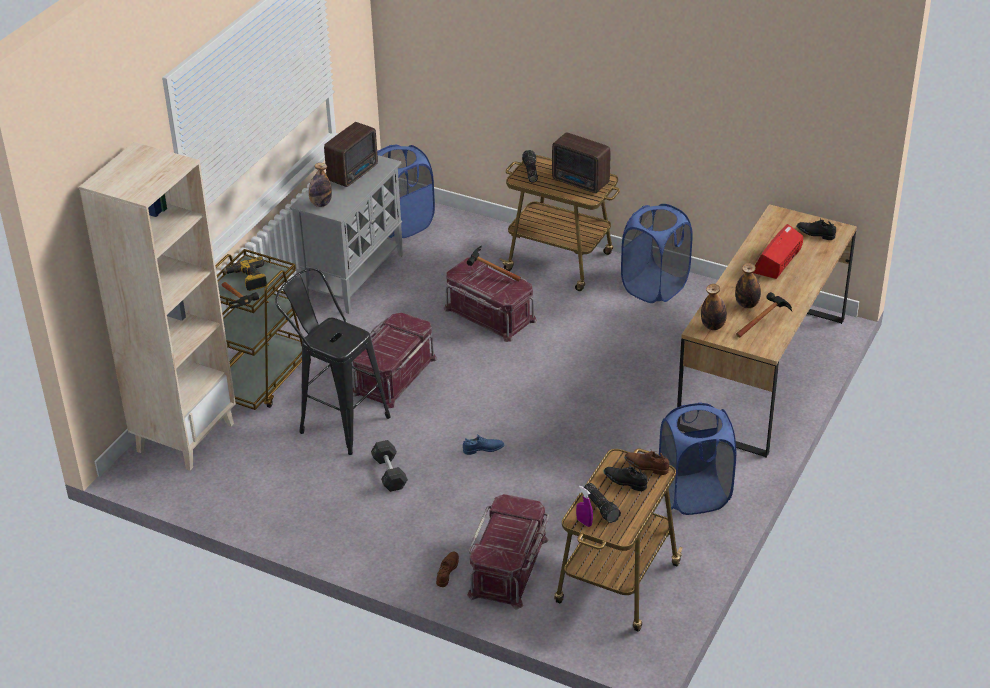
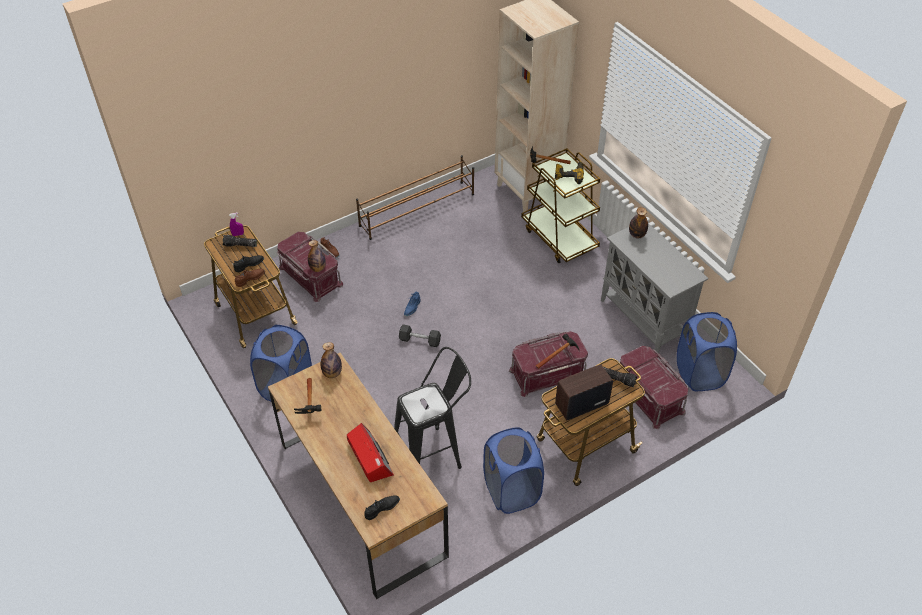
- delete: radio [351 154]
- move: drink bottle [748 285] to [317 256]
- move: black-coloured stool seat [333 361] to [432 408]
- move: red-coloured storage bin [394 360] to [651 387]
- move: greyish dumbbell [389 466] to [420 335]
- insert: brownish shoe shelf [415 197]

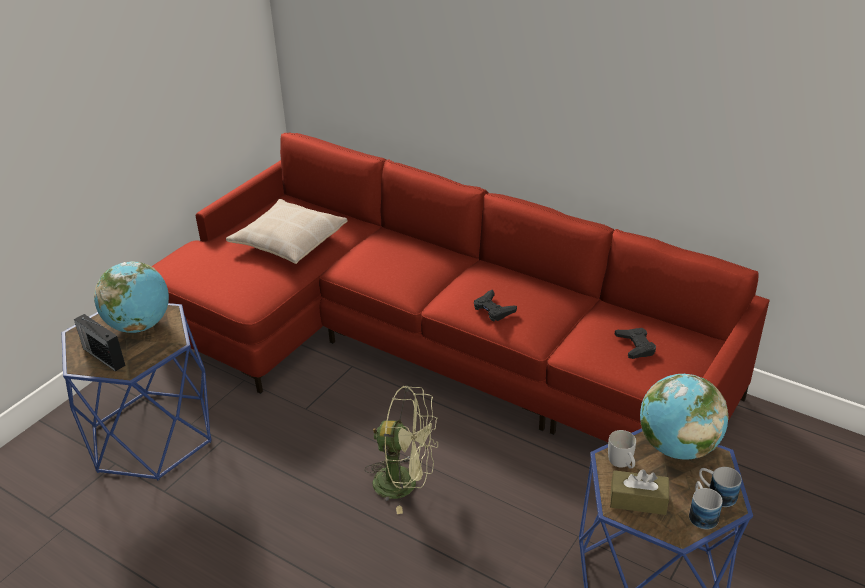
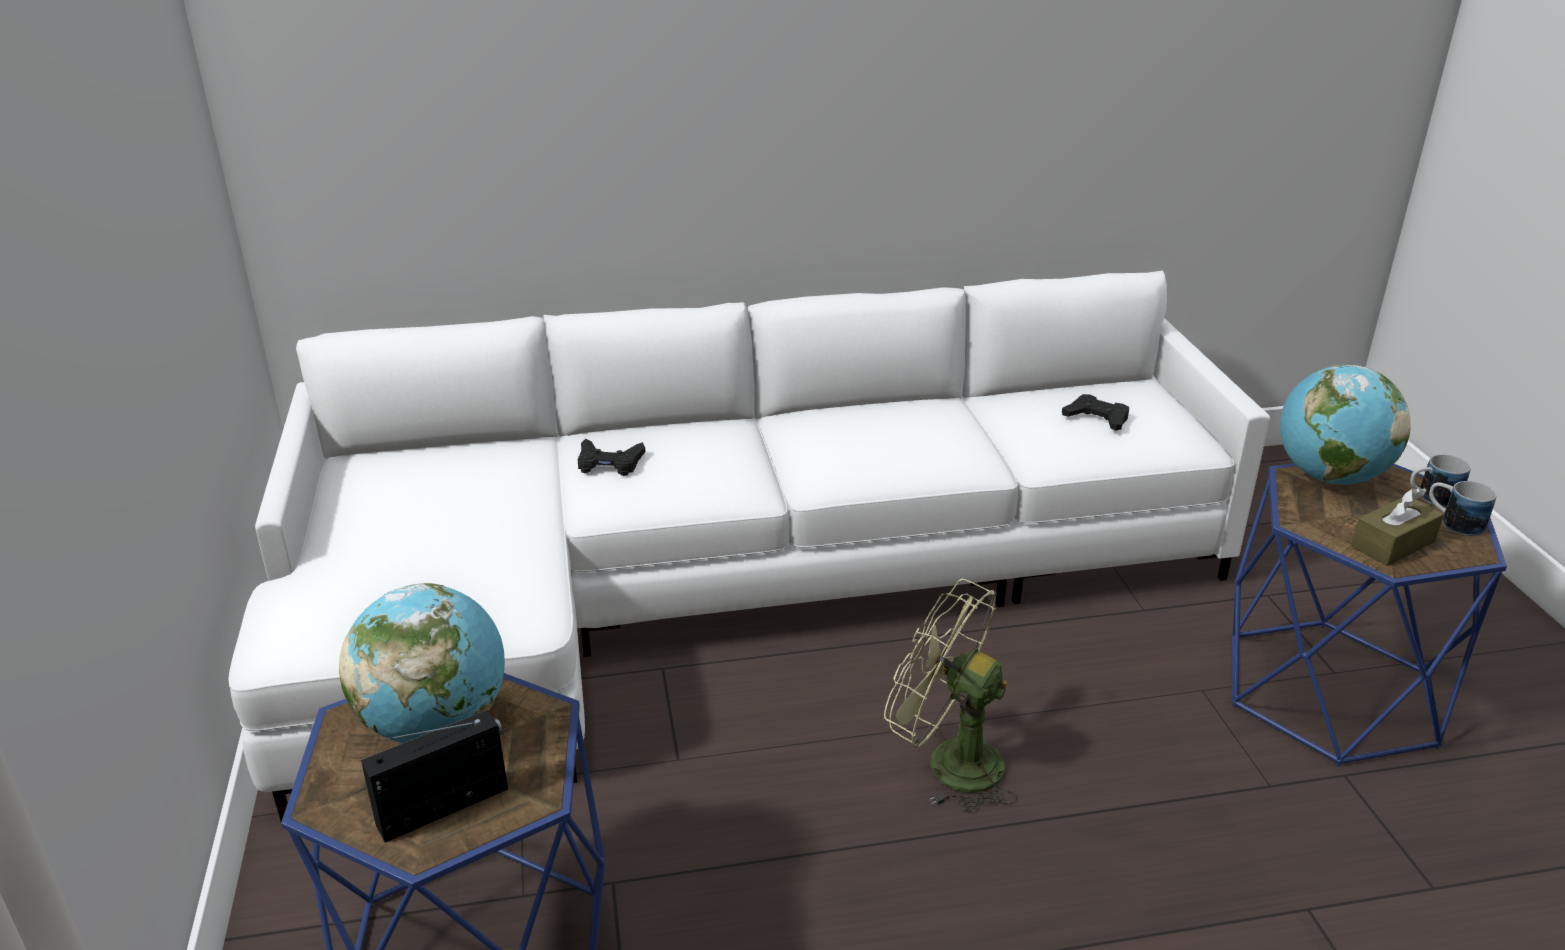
- recolor: red-coloured sofa [460 287] to white sofa [749 546]
- delete: beige cushion [287 231]
- move: black-coloured joypad [495 305] to [611 457]
- rotate: radio [100 343] = [434 776] 150 degrees clockwise
- rotate: greenish fan [401 450] = [950 696] 120 degrees counterclockwise
- delete: white coffee mug [622 449]

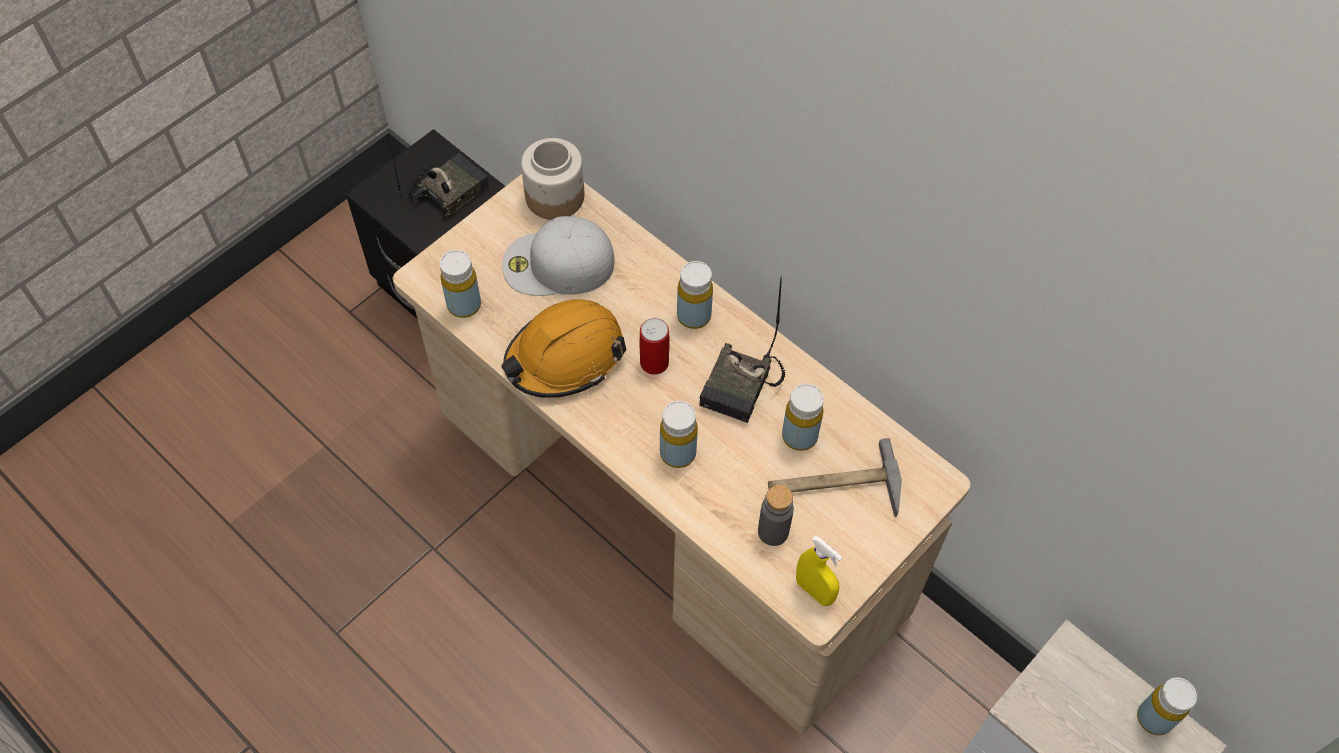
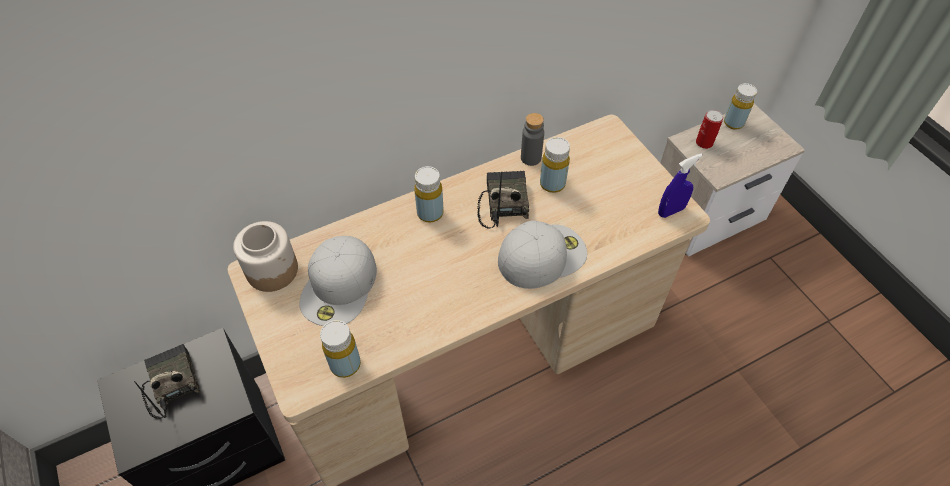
- rotate: radio [742 349] = [503 200] 135 degrees counterclockwise
- delete: orangey work helmet [563 348]
- move: sealed can [654 346] to [709 129]
- replace: yellow drink bottle [679 434] to white baseball cap [542 255]
- delete: hammer [835 477]
- move: greyish drink bottle [776 515] to [532 139]
- recolor: yellow sprayer [819 570] to blue sprayer [680 185]

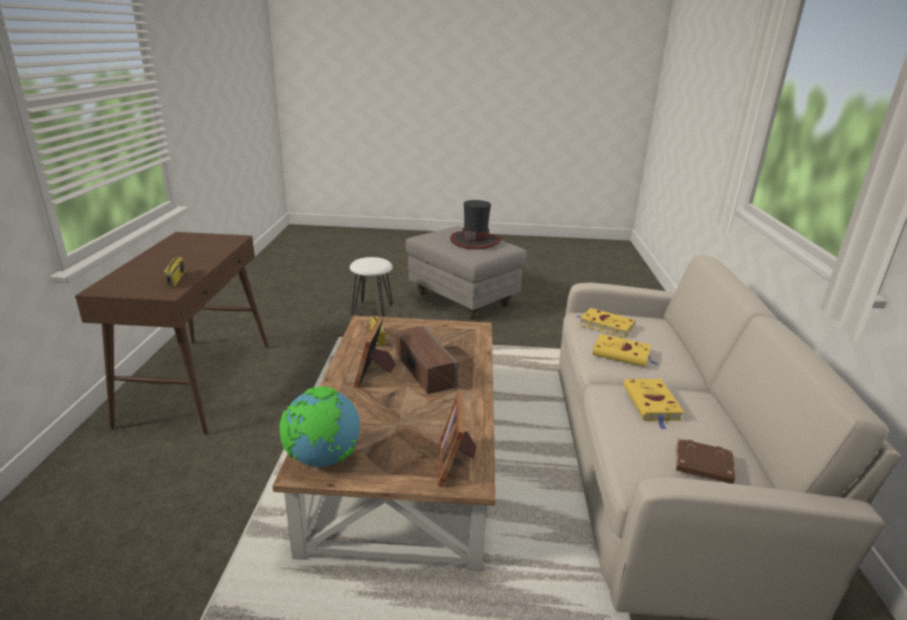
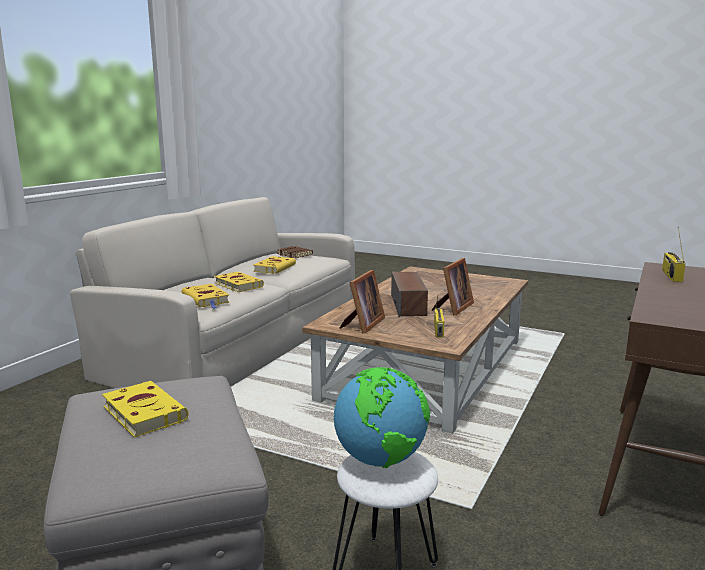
- replace: clothing hat [475 224] to yellow book [145 409]
- move: globe [319 427] to [382 417]
- move: standing frame [457 439] to [362 301]

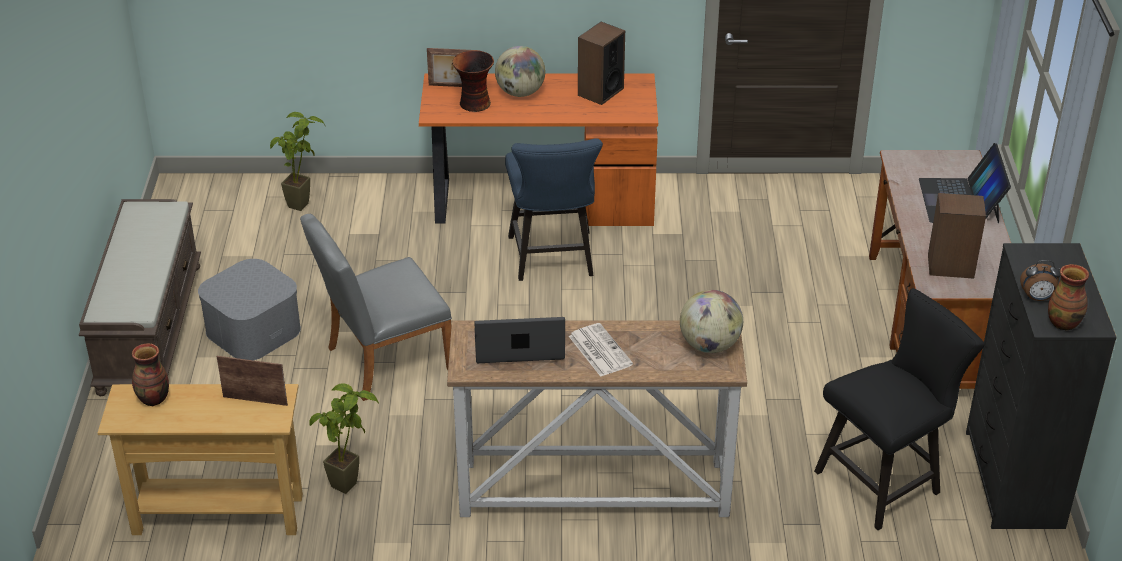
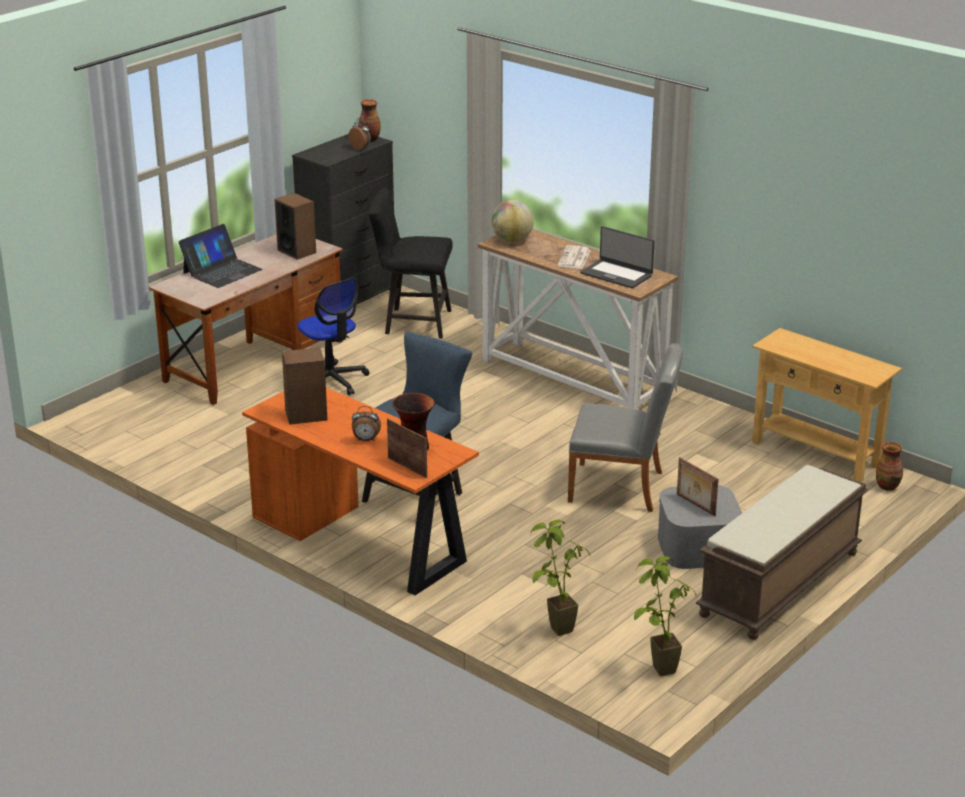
- replace: globe [520 71] to table clock [366 423]
- move: decorative vase [150 374] to [889 466]
- move: standing frame [252 381] to [698 486]
- move: plant in a pot [344 438] to [665 616]
- insert: desk chair [333 336]

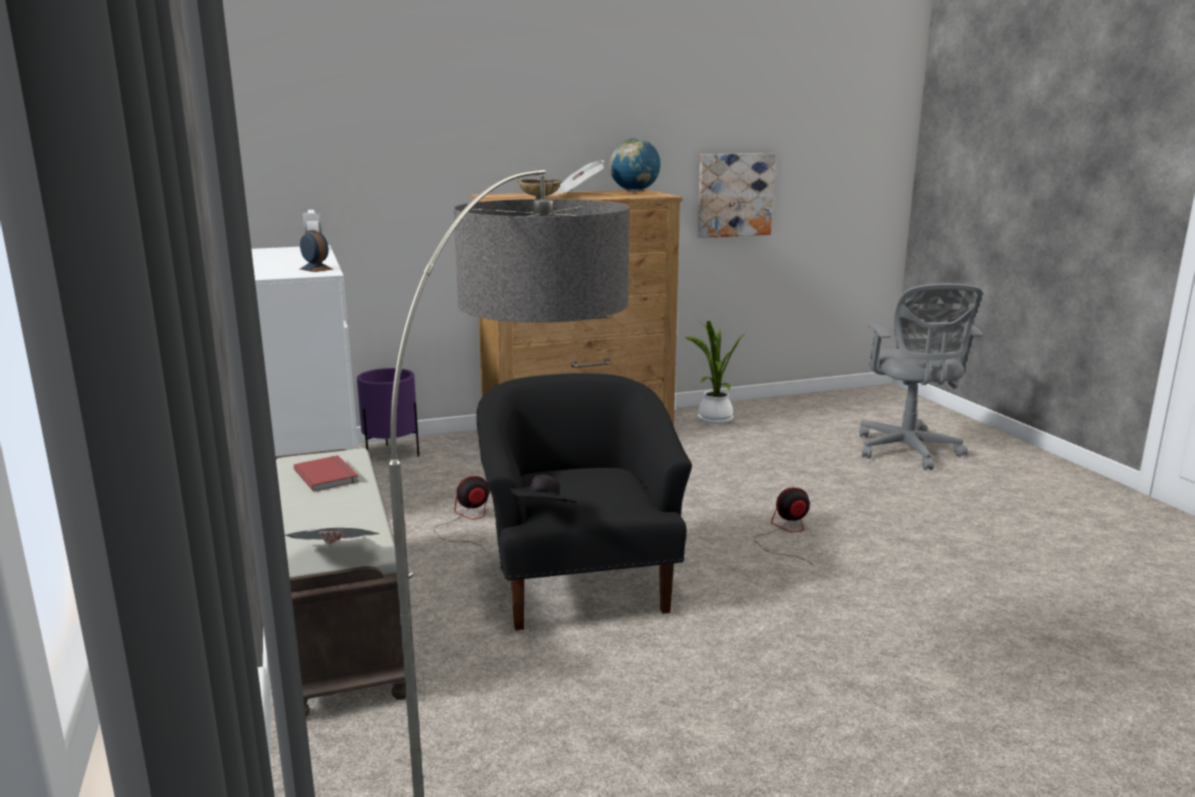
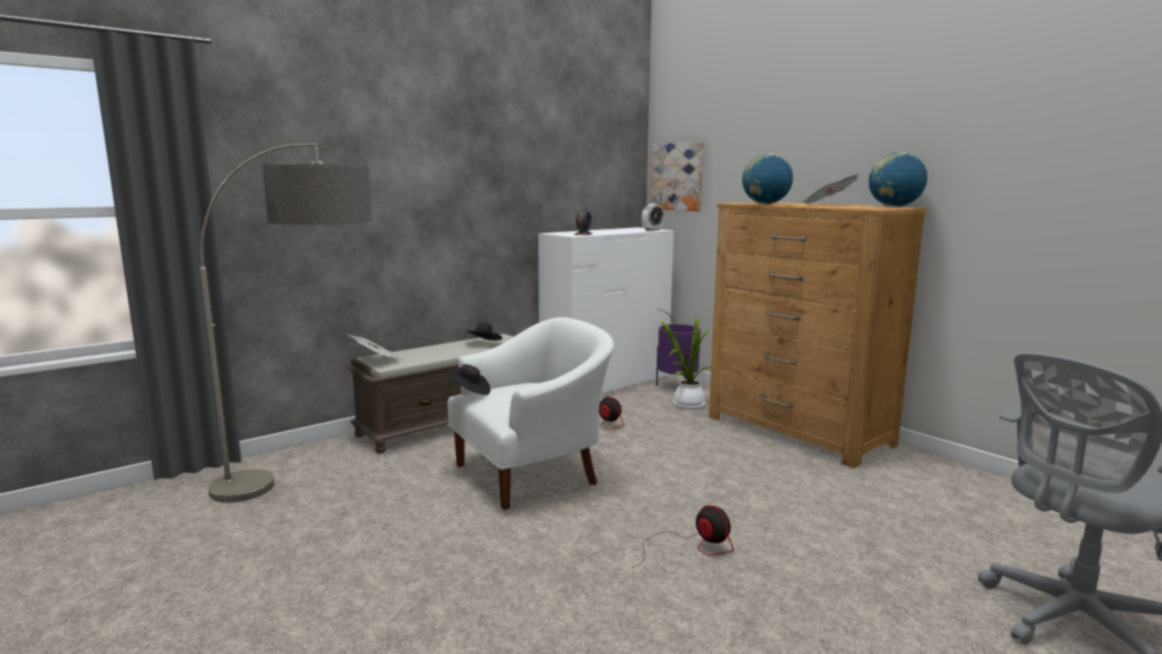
- move: wall picture [737 195] to [677 176]
- replace: beige bowl [540 189] to globe [767 179]
- move: plant in a pot [715 372] to [685 359]
- recolor: black-coloured lounge chair [584 502] to white lounge chair [530 413]
- replace: red-coloured book [326 473] to black-coloured clothing hat [483 332]

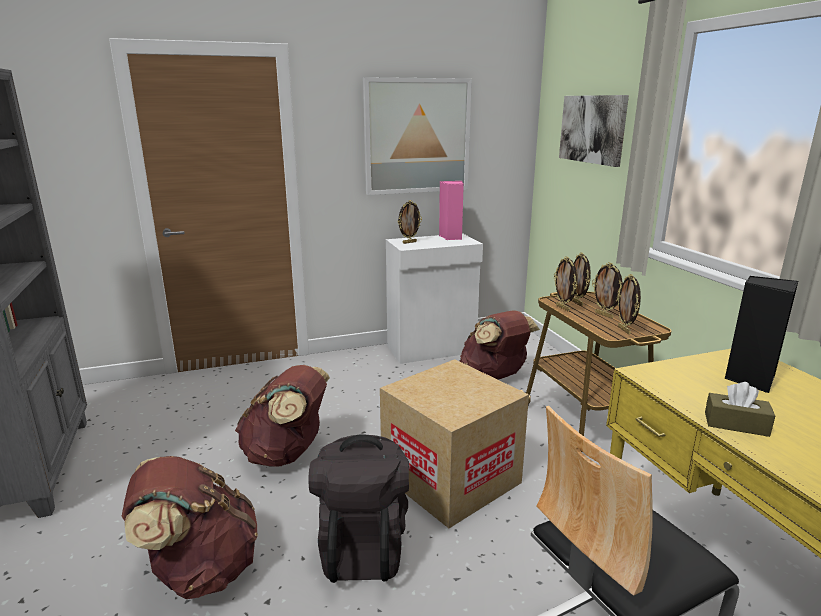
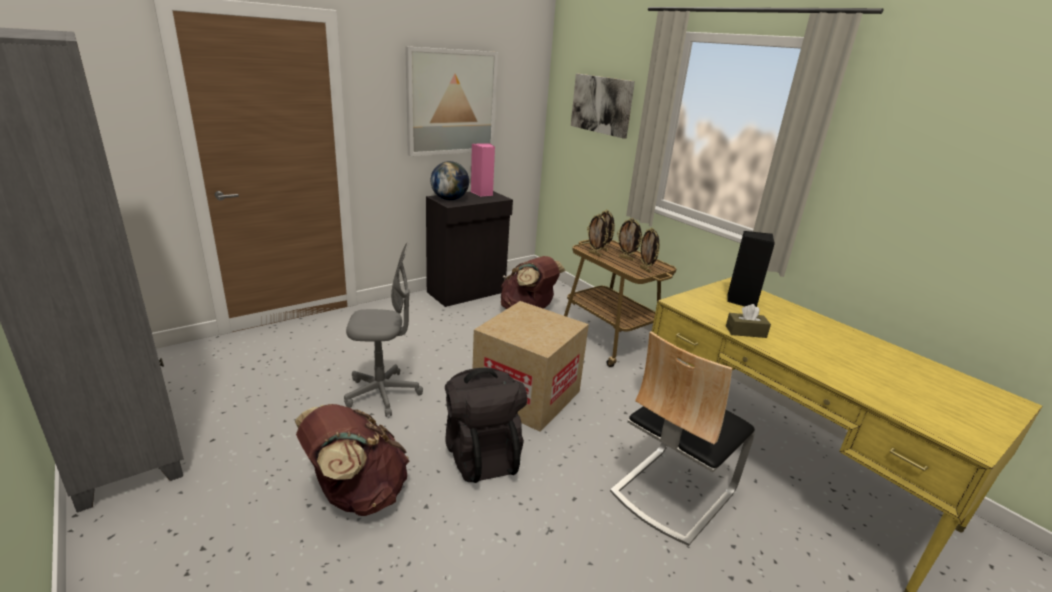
- replace: standing frame [410 222] to globe [450 180]
- recolor: white storage cabinet [434 298] to black-coloured storage cabinet [469 249]
- replace: brownish knapsack [282 416] to greyish desk chair [383 329]

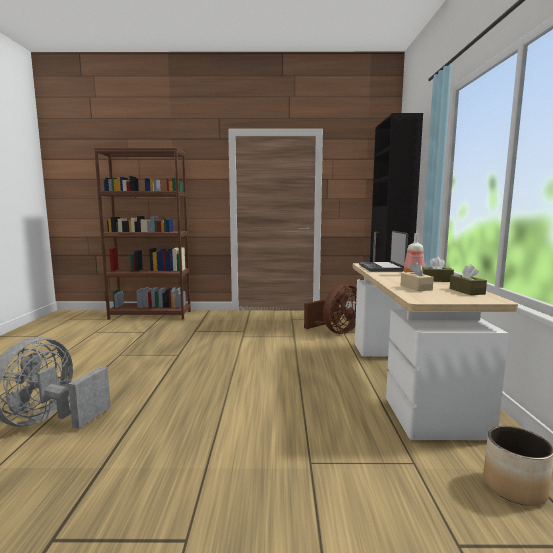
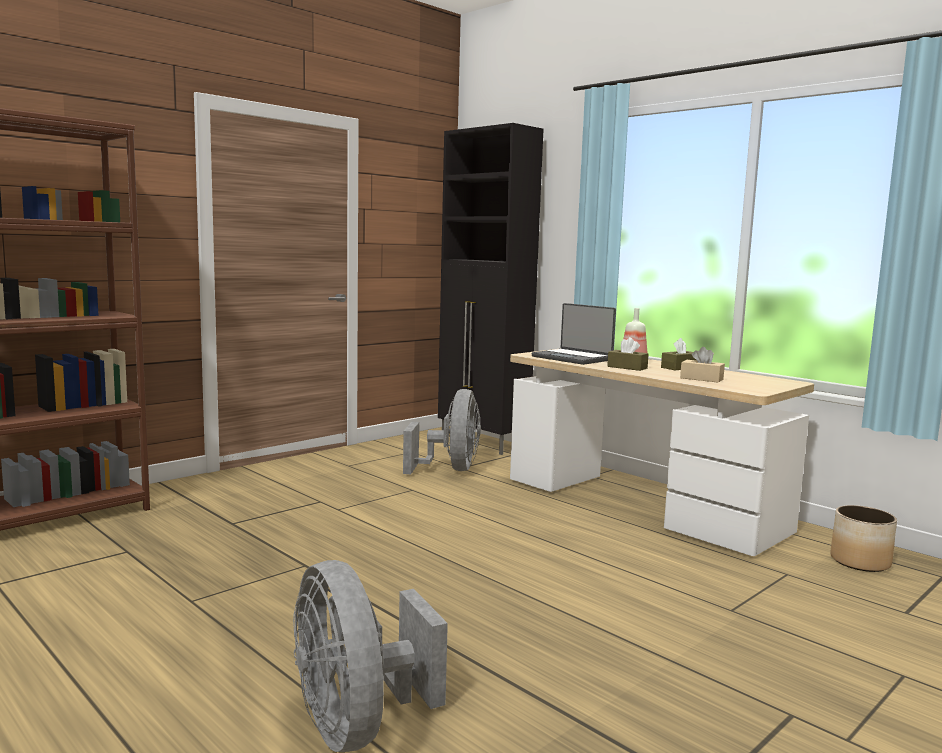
- move: brownish tissue holder [468 279] to [628 354]
- recolor: brownish fan [330 309] to greyish fan [442 431]

